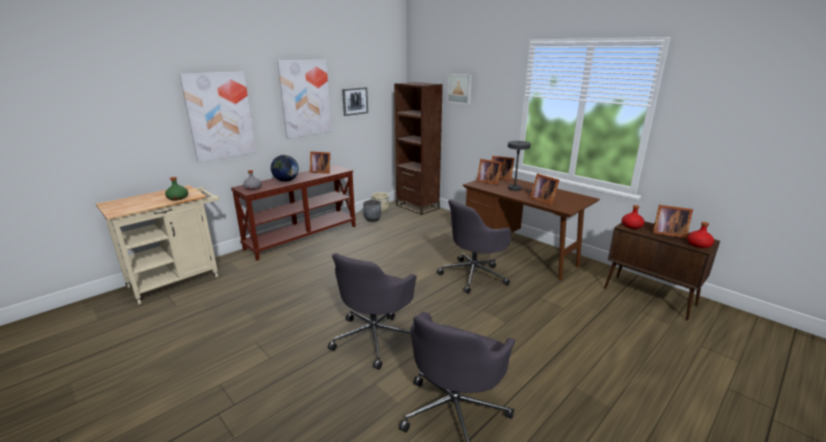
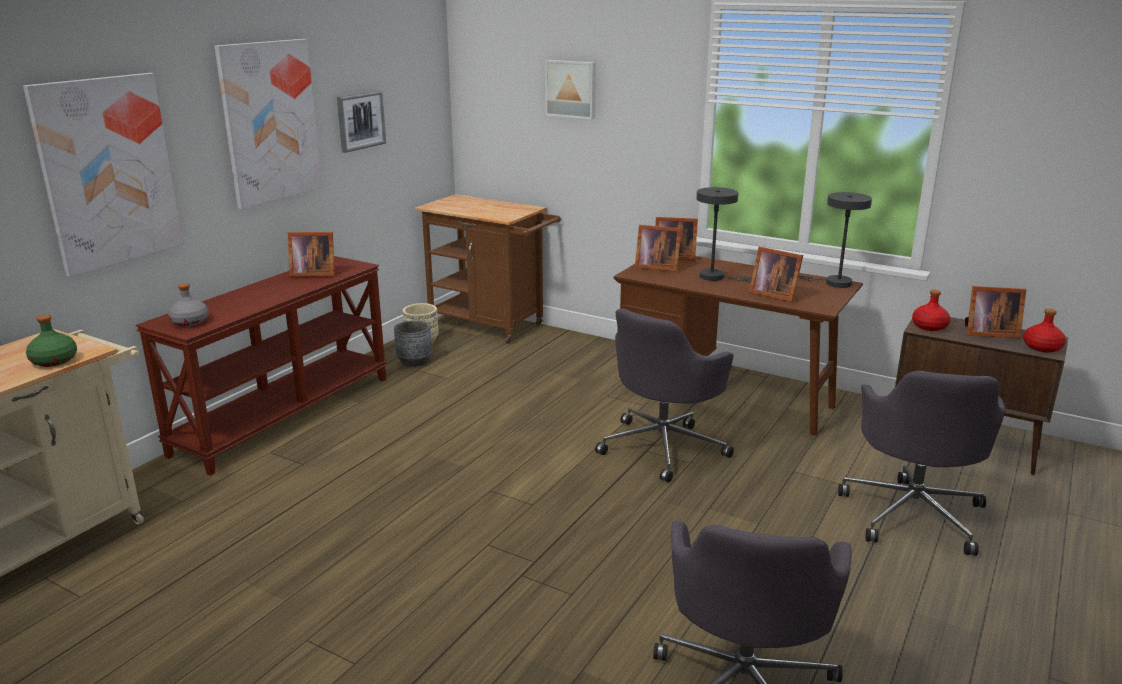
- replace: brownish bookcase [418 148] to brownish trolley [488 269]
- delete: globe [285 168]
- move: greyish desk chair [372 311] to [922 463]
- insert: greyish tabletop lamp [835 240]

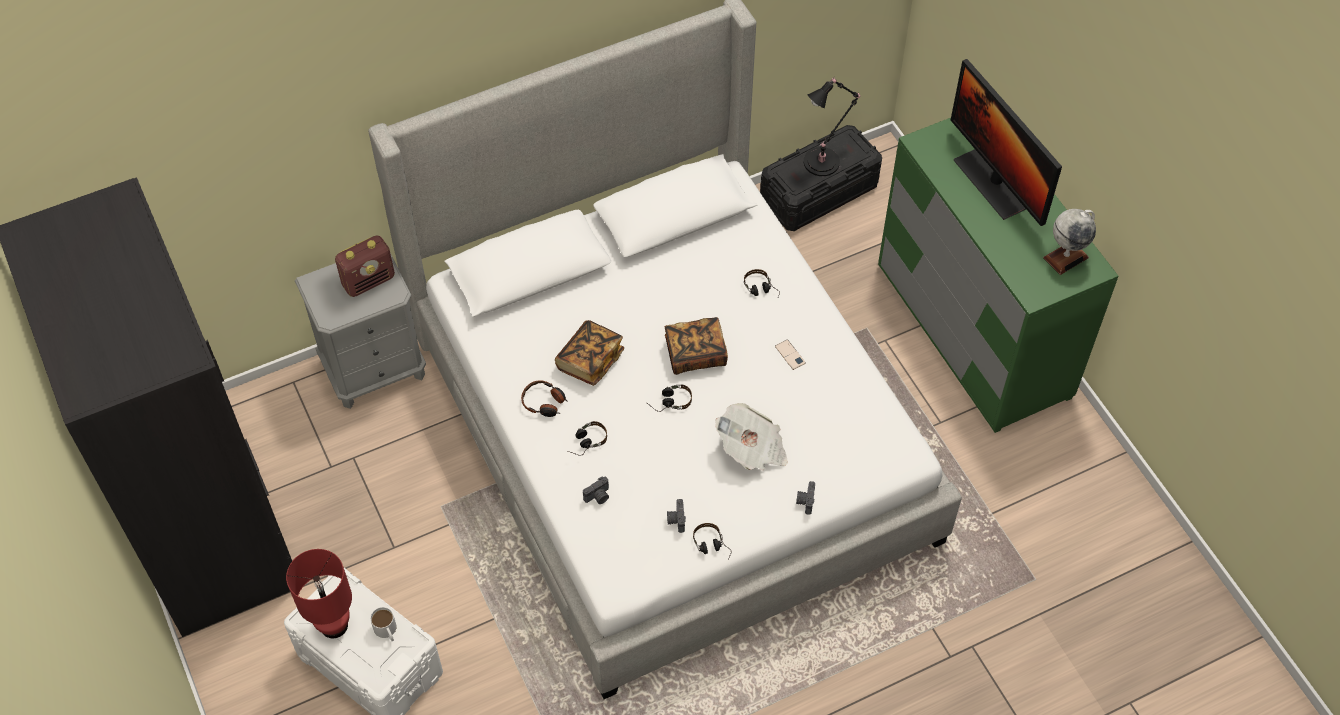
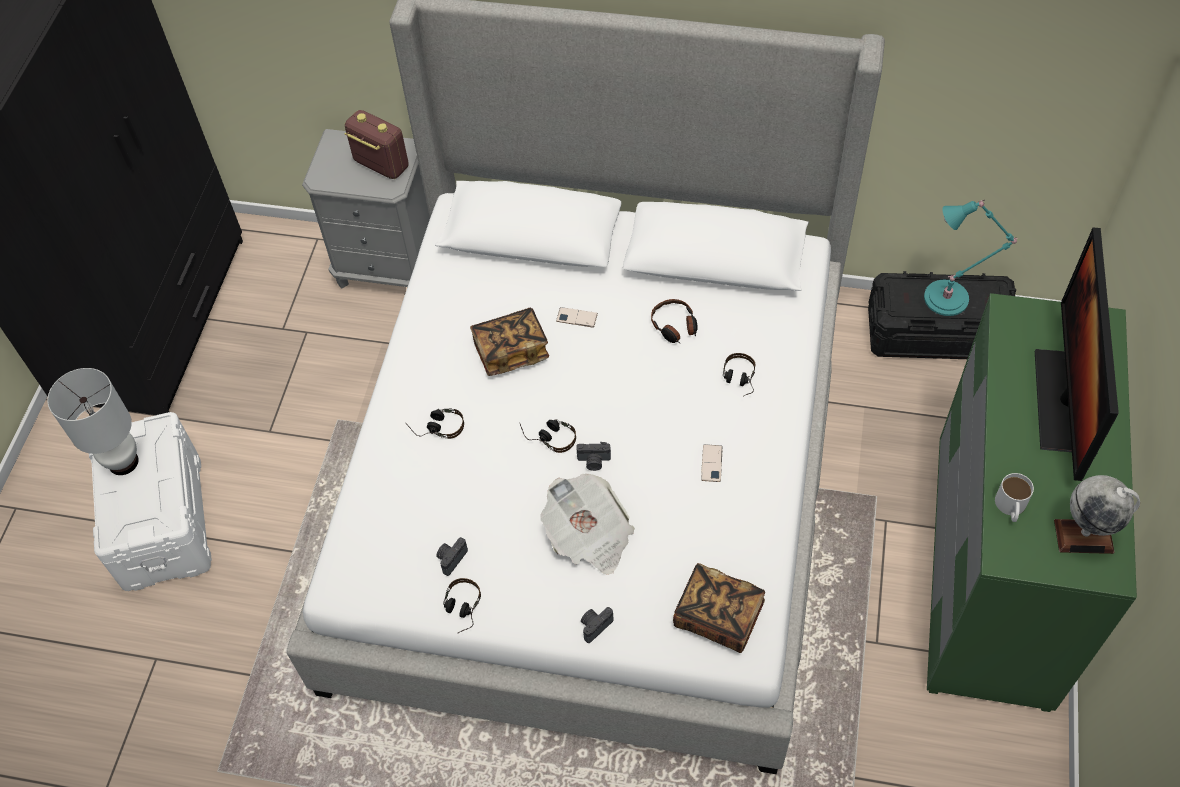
- recolor: black-coloured tabletop lamp [832 126] to blue-green tabletop lamp [971 258]
- rotate: radio [365 266] = [377 144] 150 degrees counterclockwise
- move: book [696 346] to [719 608]
- move: pair of headphones [544 398] to [674 321]
- move: photo camera [596 490] to [594 456]
- recolor: red-coloured tabletop lamp [319 593] to white tabletop lamp [93 421]
- move: white coffee mug [383 624] to [1014 497]
- insert: phone [577 317]

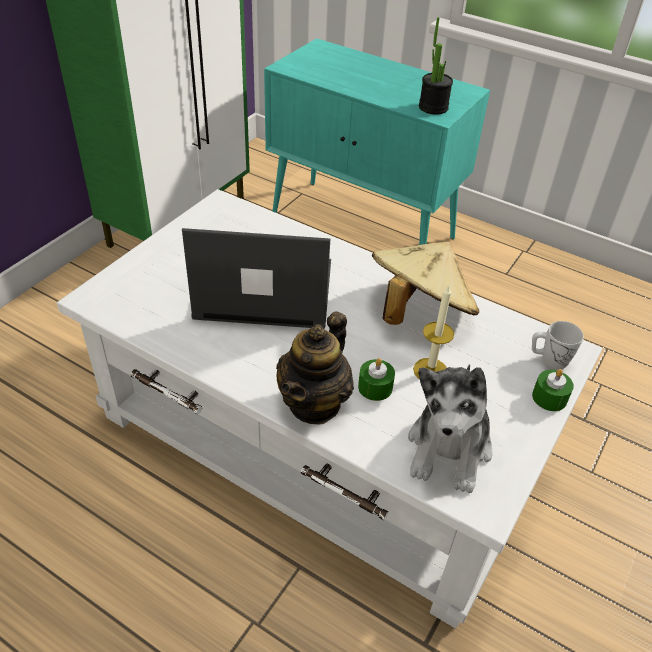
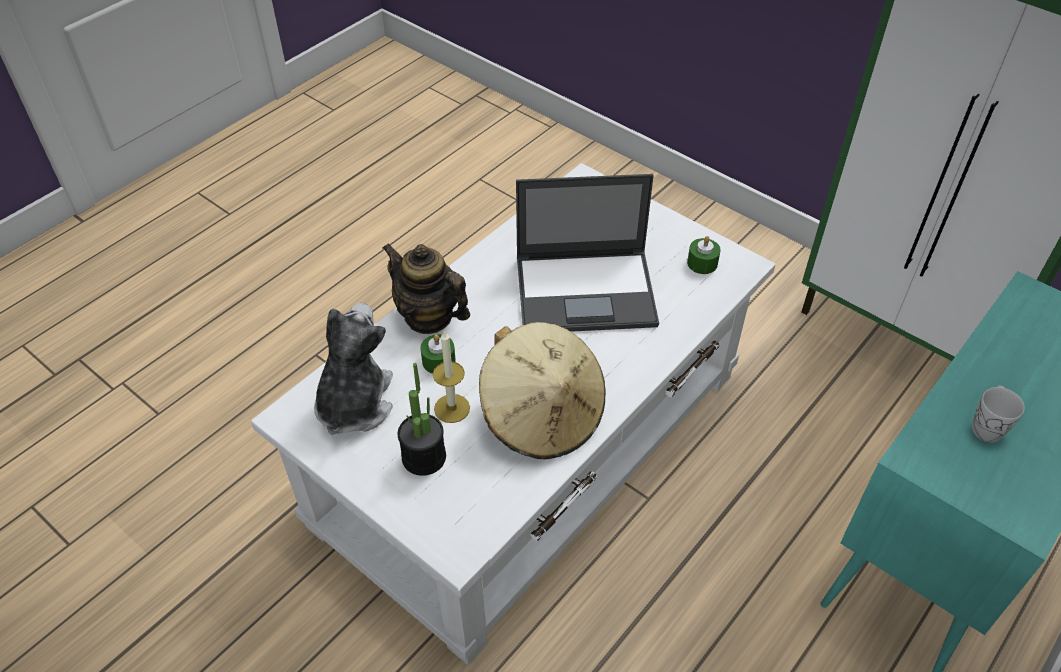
- move: plant in a pot [436 66] to [422 419]
- rotate: notebook computer [256 278] = [587 253] 75 degrees clockwise
- move: white coffee mug [558 345] to [998 413]
- rotate: plush toy [450 429] = [353 369] 75 degrees clockwise
- move: greenish candle [553 390] to [704 255]

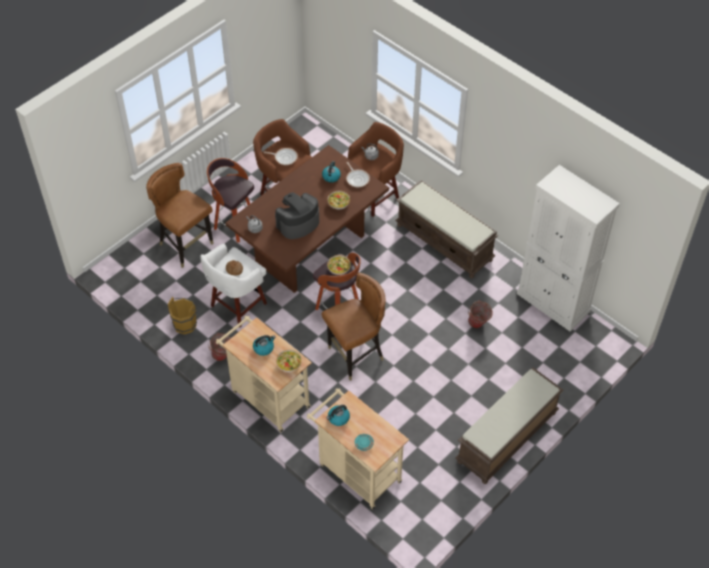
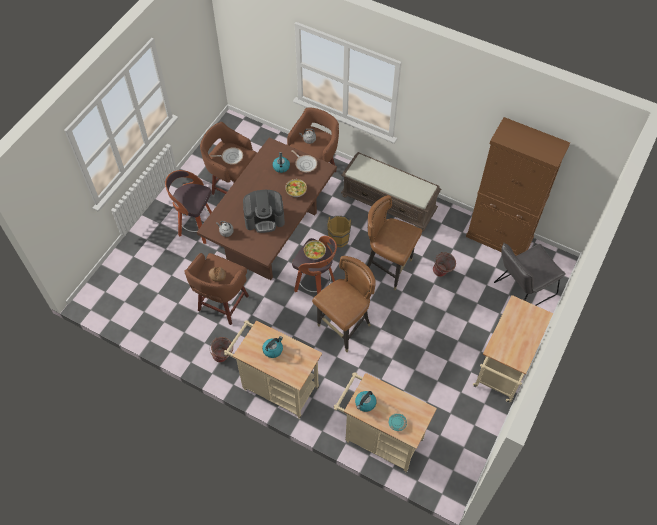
- move: brownish upright chair [180 215] to [394 242]
- recolor: white storage cabinet [568 248] to brownish storage cabinet [518 186]
- rotate: coffee machine [297 215] = [264 211] 135 degrees counterclockwise
- recolor: white stool seat [233 285] to brownish stool seat [216 289]
- move: brownish bucket [182 316] to [339 232]
- delete: bowl [289 361]
- replace: brownish bench [510 425] to beige trolley [513 349]
- insert: greyish upright chair [529 274]

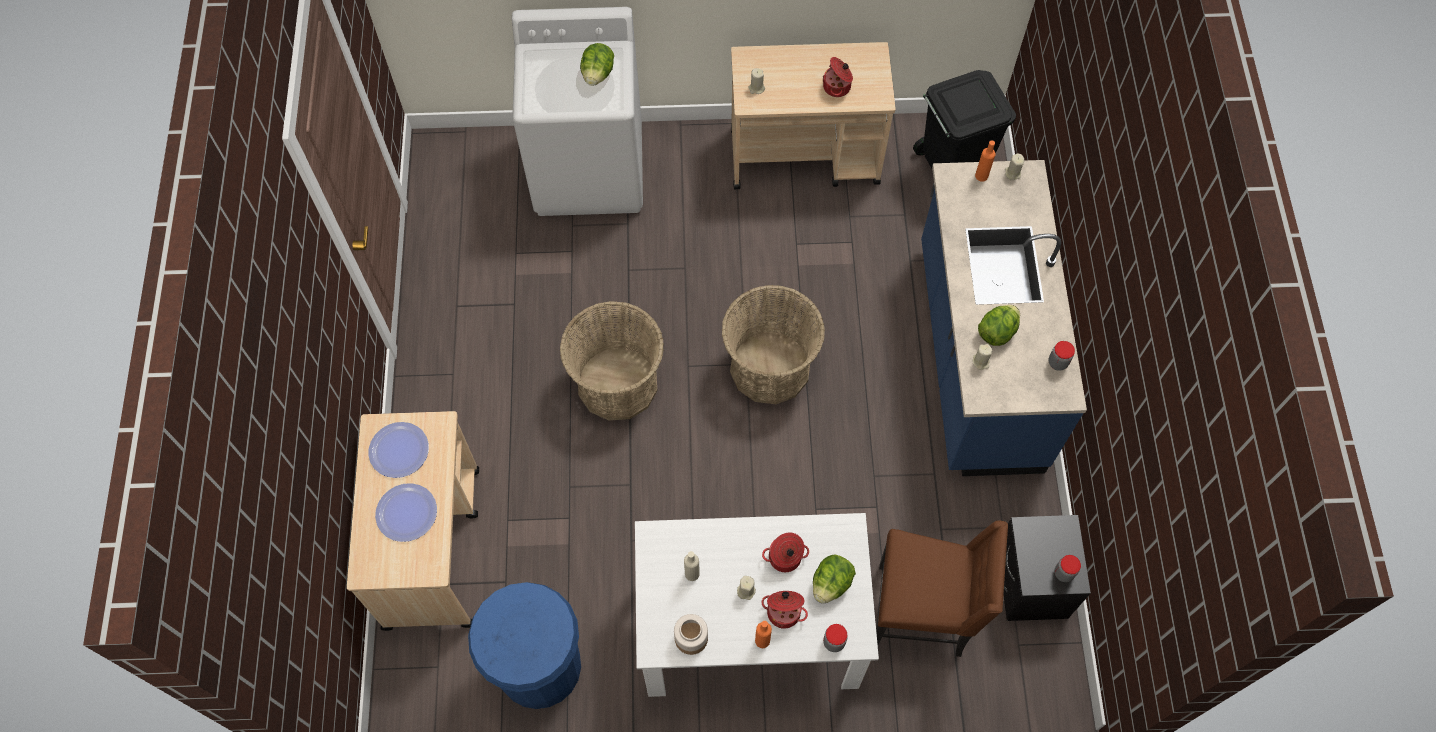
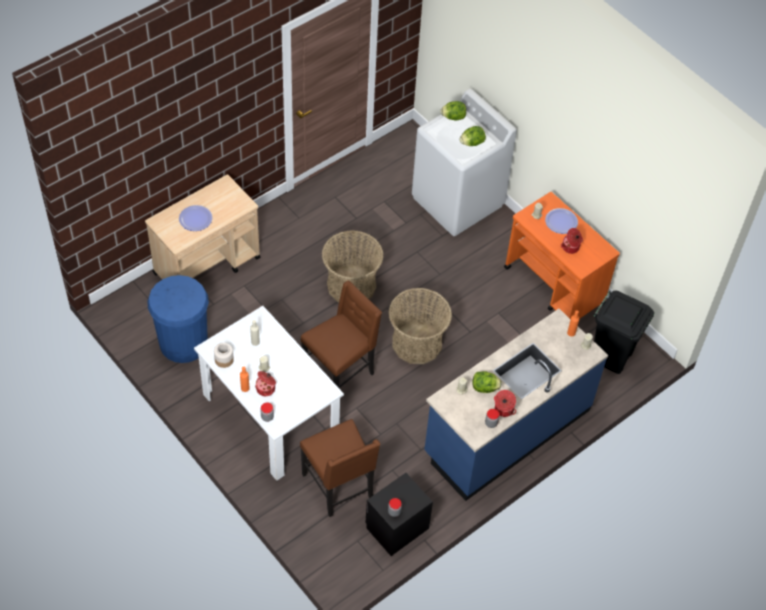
- recolor: beige trolley [813 115] to orangey trolley [562 255]
- move: flat dish [398 450] to [561 221]
- move: saucepot [785 552] to [505 403]
- move: head of lettuce [834 579] to [453 111]
- insert: brownish upright chair [341 334]

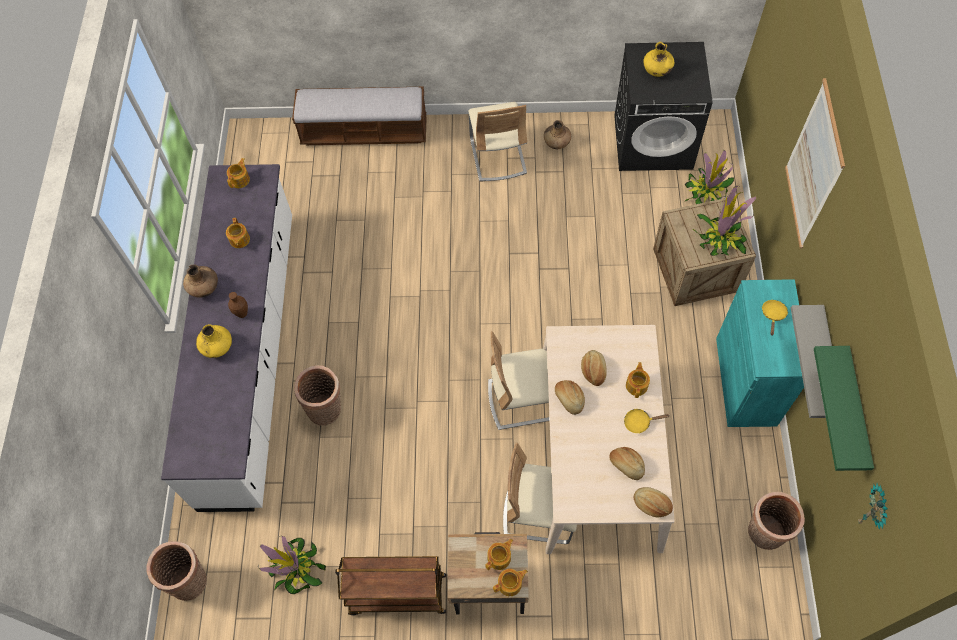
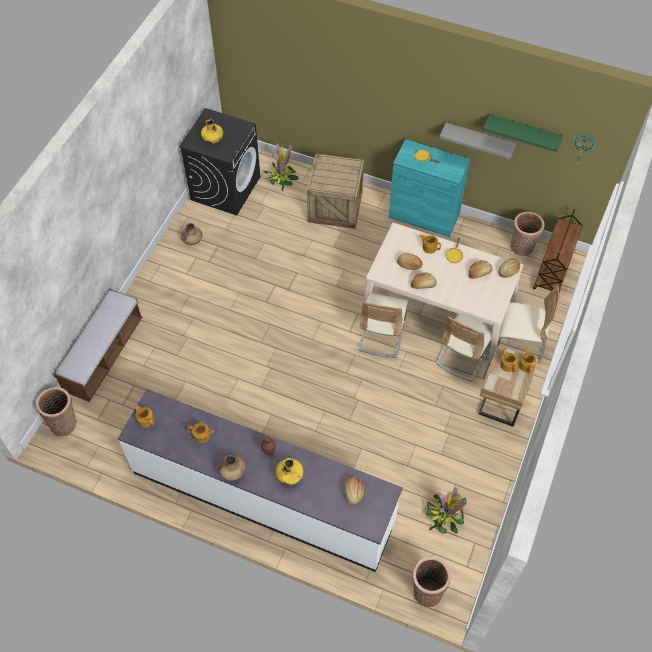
- delete: wall picture [815 163]
- move: beige upright chair [497 141] to [528 324]
- delete: plant in a pot [724 221]
- move: basket [317 395] to [56 412]
- move: brownish trolley [390 586] to [558 251]
- insert: baked bread [354 490]

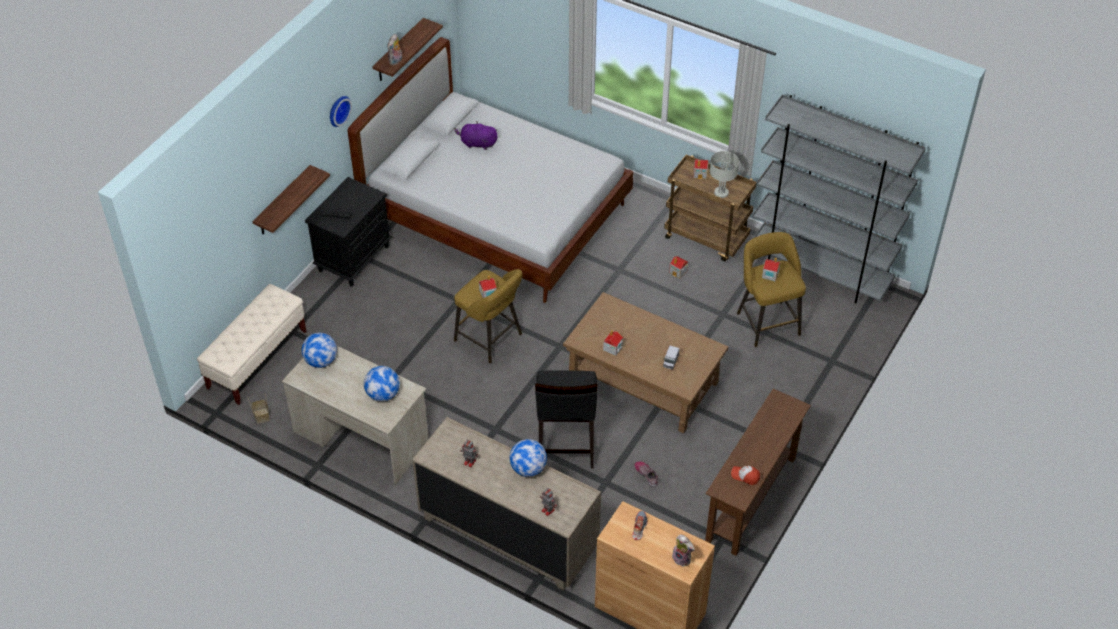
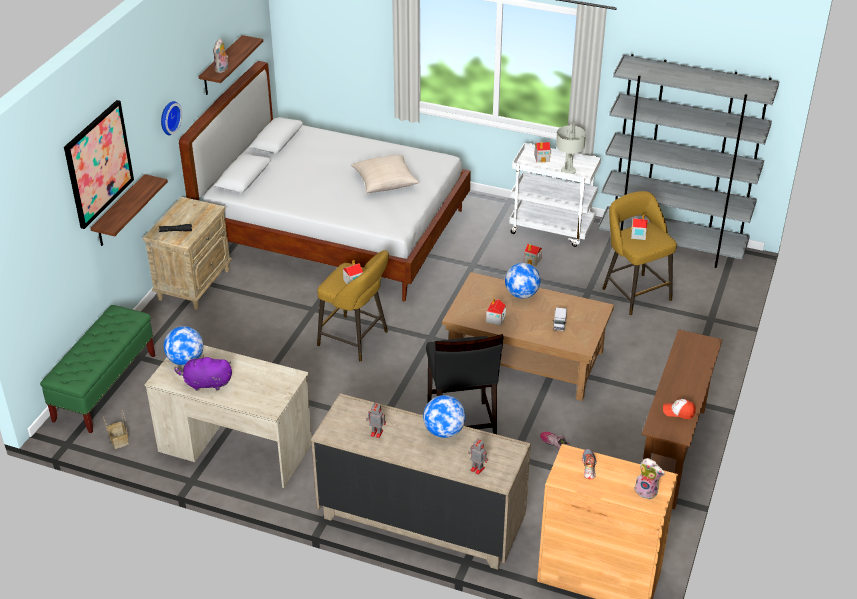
- move: purple-coloured plush toy [476 135] to [203 372]
- recolor: brownish trolley [710 207] to white trolley [555 195]
- recolor: black-coloured bedside table [348 232] to beige bedside table [187 253]
- recolor: beige bench [252 344] to greenish bench [97 369]
- move: globe [382 384] to [523 281]
- insert: wall picture [99 164]
- insert: beige cushion [385 174]

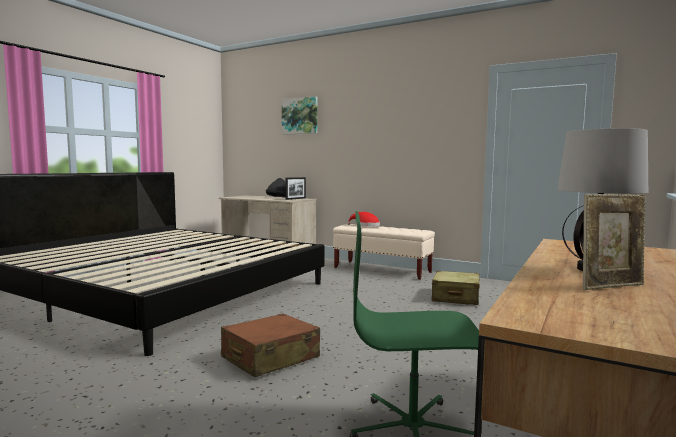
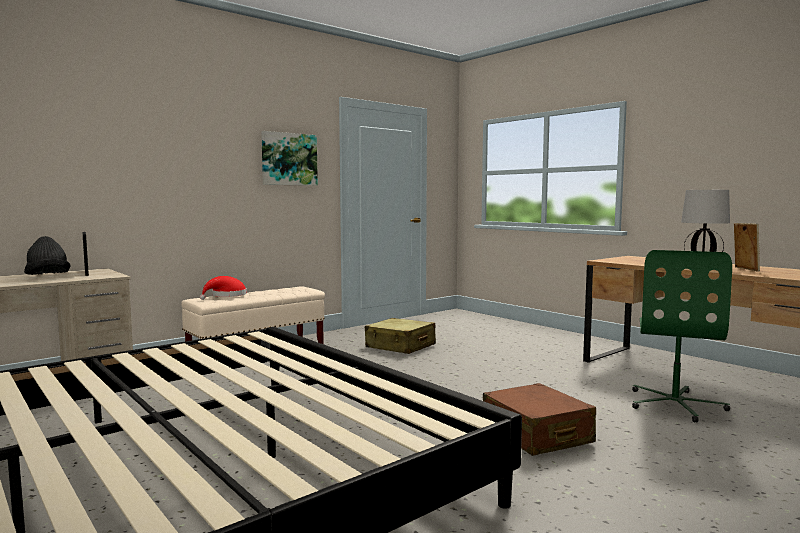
- move: wall picture [299 115] to [289 158]

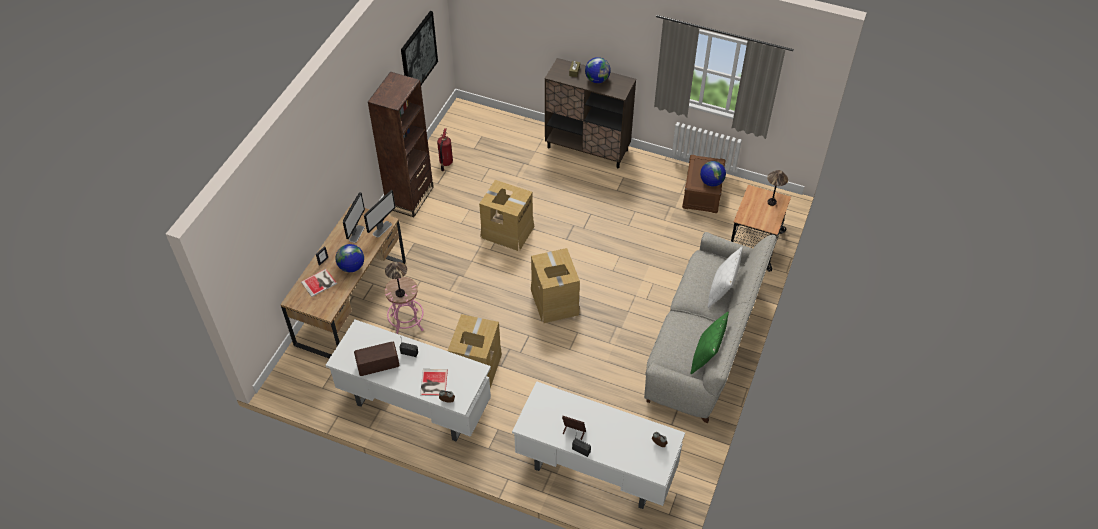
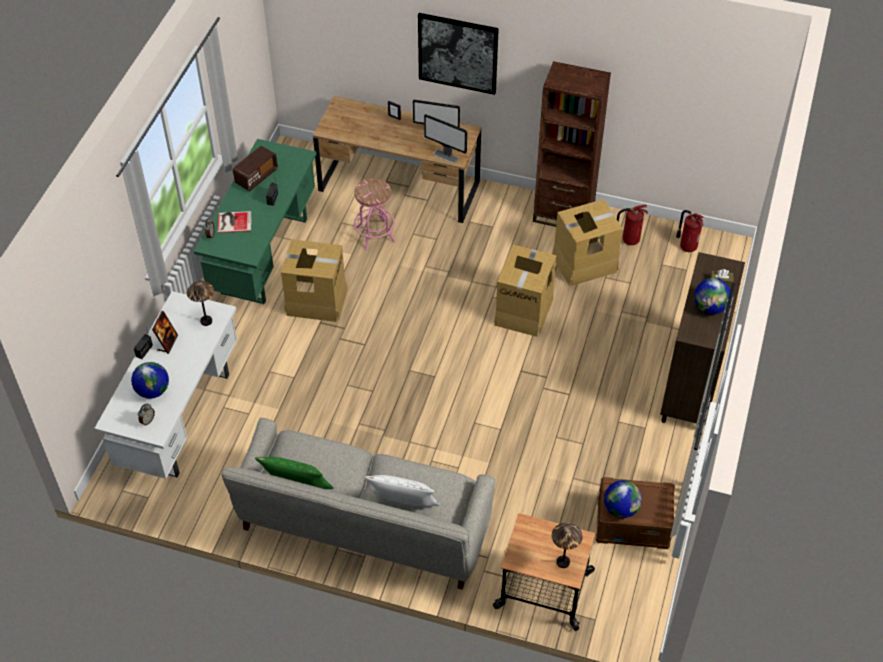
- move: wall picture [419 48] to [458 54]
- move: globe [349 258] to [150 380]
- move: packing box [555 285] to [587 242]
- move: tabletop lamp [396 279] to [200 303]
- delete: book [319 283]
- recolor: white desk [408 380] to greenish desk [255 221]
- rotate: radio [376 358] = [255 168] 60 degrees clockwise
- insert: extinguisher [689 231]

